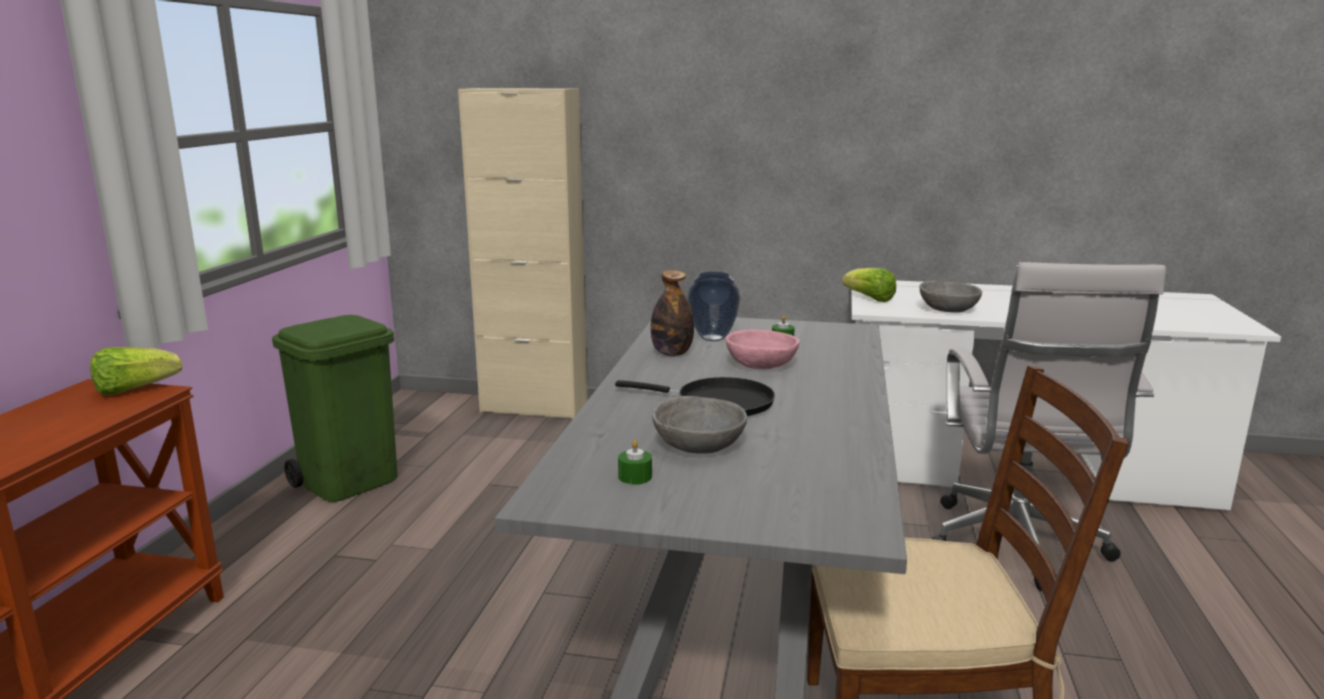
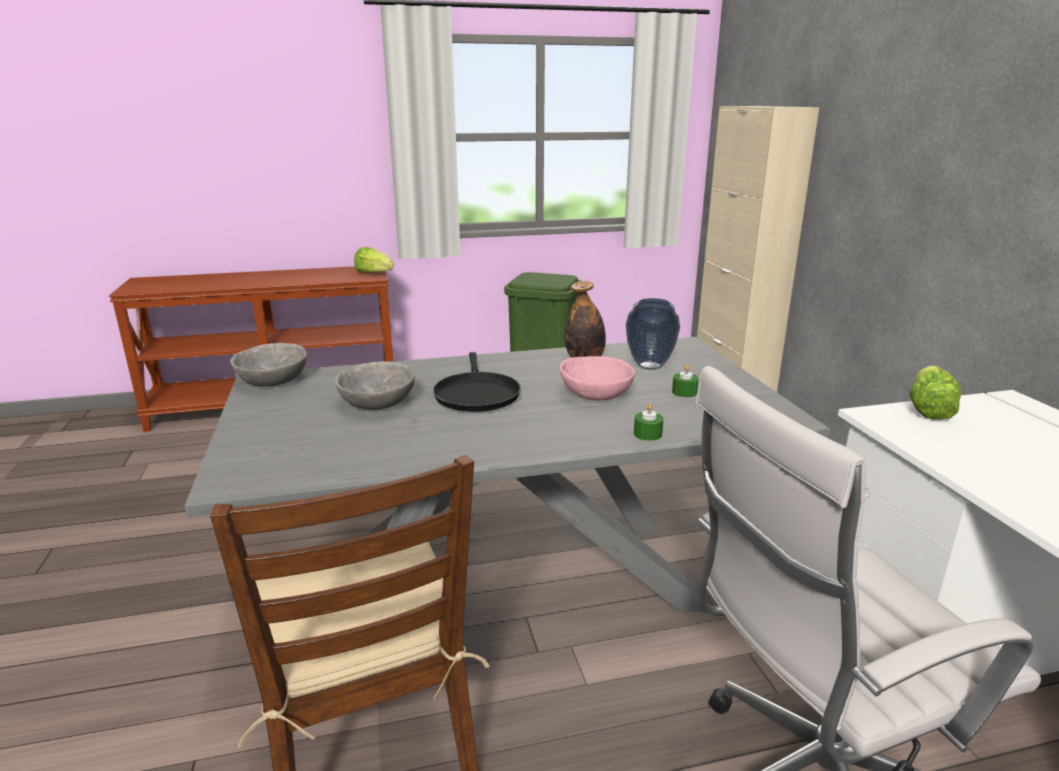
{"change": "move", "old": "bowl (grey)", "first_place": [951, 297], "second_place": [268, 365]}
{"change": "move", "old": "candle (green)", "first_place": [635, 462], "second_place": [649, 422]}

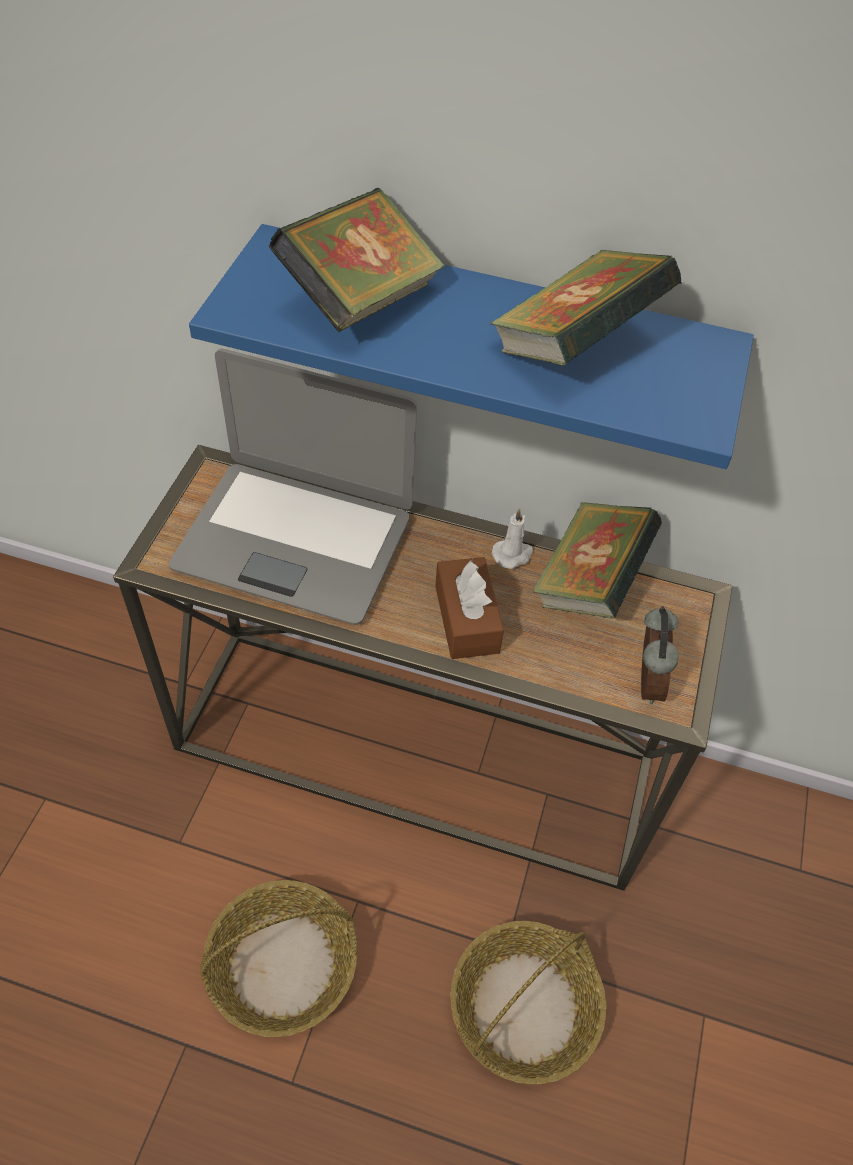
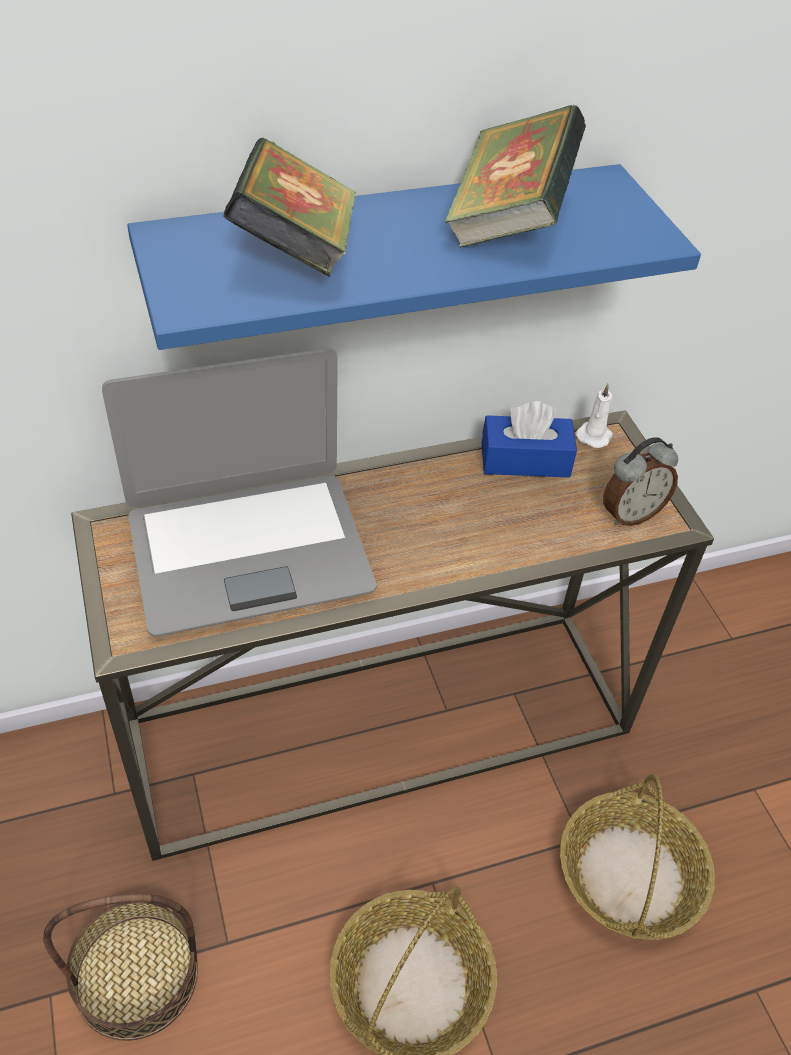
{"change": "replace", "old": "book", "new": "tissue box (blue)", "first_place": [597, 560], "second_place": [529, 439]}
{"change": "move", "old": "candle (white)", "first_place": [512, 538], "second_place": [594, 416]}
{"change": "delete", "old": "tissue box (brown)", "first_place": [469, 608]}
{"change": "rotate", "old": "alarm clock", "first_place": [660, 655], "second_place": [640, 481], "degrees": 90}
{"change": "insert", "new": "basket", "second_place": [120, 967]}

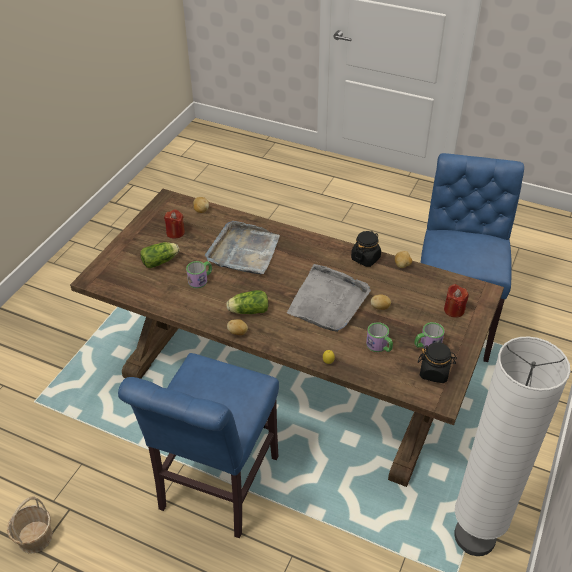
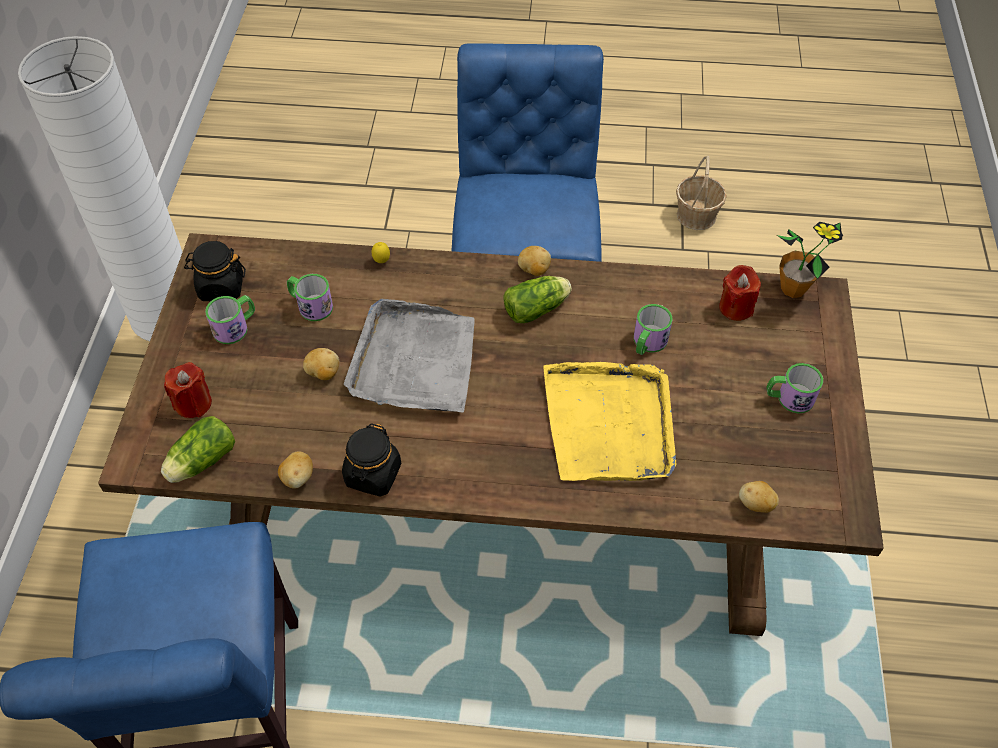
{"change": "move", "old": "candle (red)", "first_place": [174, 224], "second_place": [740, 293]}
{"change": "recolor", "old": "tray (grey)", "new": "tray (yellow)", "first_place": [242, 247], "second_place": [610, 421]}
{"change": "move", "old": "lettuce", "first_place": [159, 255], "second_place": [198, 449]}
{"change": "insert", "new": "potted plant", "second_place": [810, 259]}
{"change": "insert", "new": "mug", "second_place": [794, 388]}

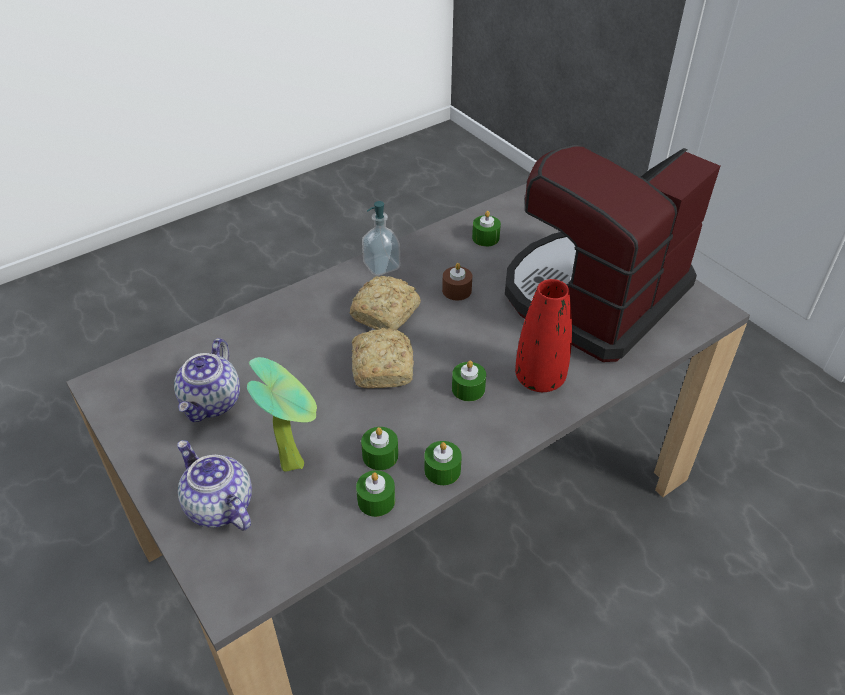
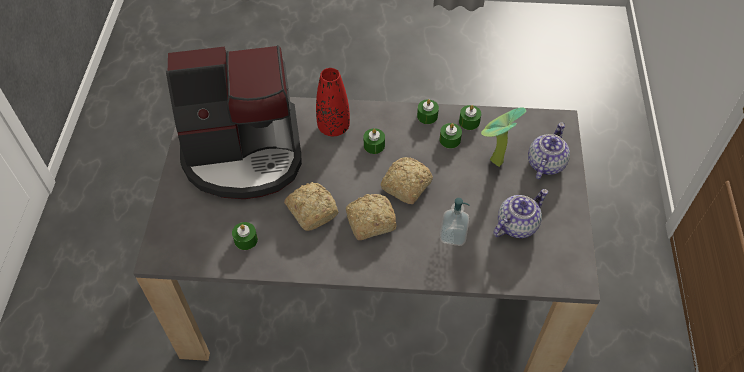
{"change": "move", "old": "soap dispenser", "first_place": [381, 238], "second_place": [455, 222]}
{"change": "replace", "old": "candle (brown)", "new": "bread", "first_place": [457, 281], "second_place": [311, 206]}
{"change": "rotate", "old": "teapot", "first_place": [214, 485], "second_place": [549, 151], "degrees": -150}

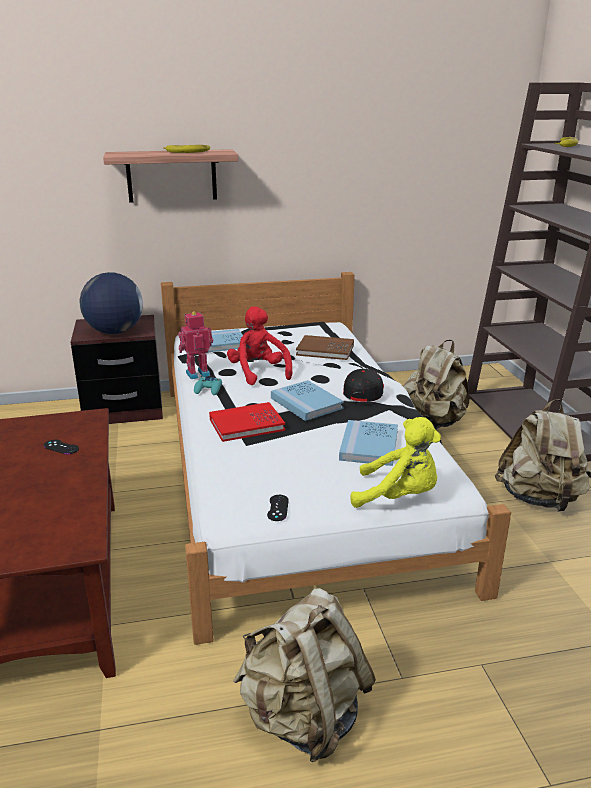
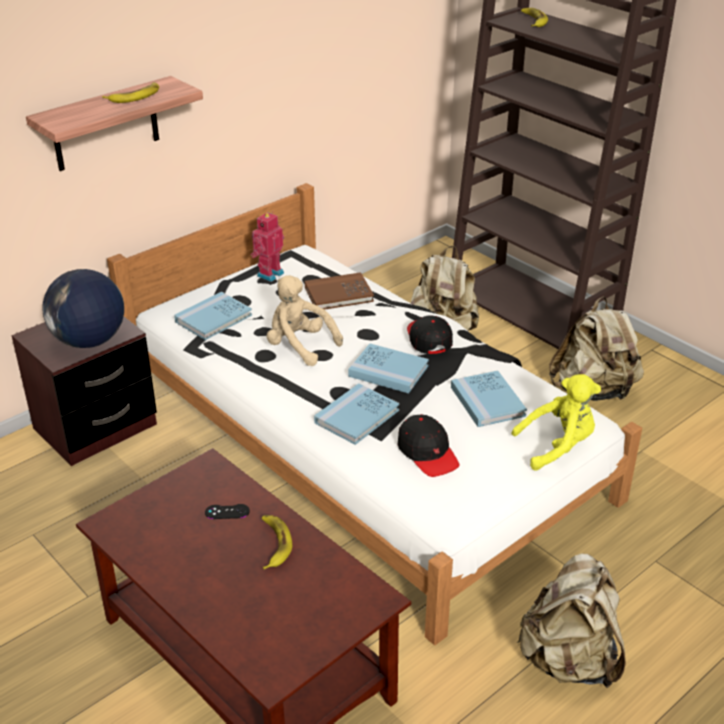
{"change": "recolor", "old": "plush toy (red)", "new": "plush toy (beige)", "first_place": [259, 345], "second_place": [305, 320]}
{"change": "move", "old": "toy robot", "first_place": [195, 345], "second_place": [267, 246]}
{"change": "delete", "old": "game controller (turquoise)", "first_place": [208, 385]}
{"change": "recolor", "old": "book (red)", "new": "book (blue)", "first_place": [247, 422], "second_place": [356, 414]}
{"change": "delete", "old": "game controller (black)", "first_place": [278, 508]}
{"change": "insert", "new": "cap (black)", "second_place": [428, 445]}
{"change": "insert", "new": "banana", "second_place": [277, 542]}

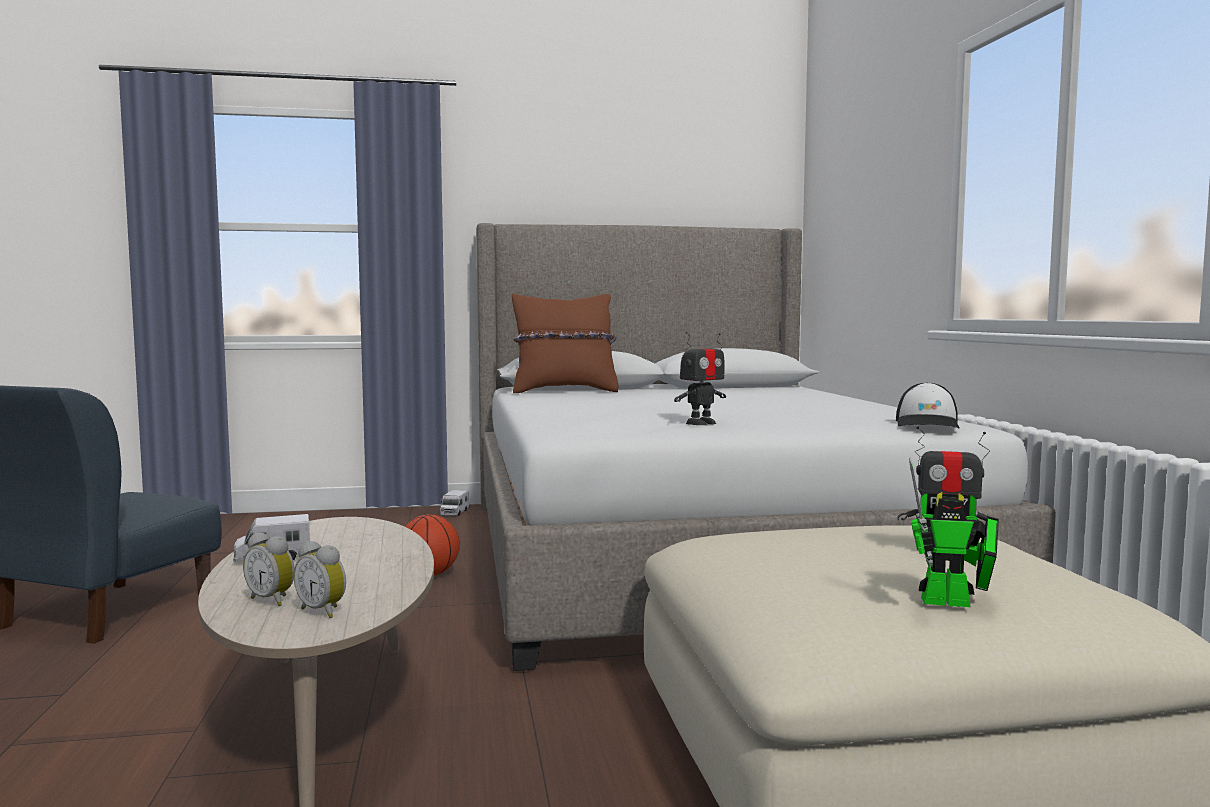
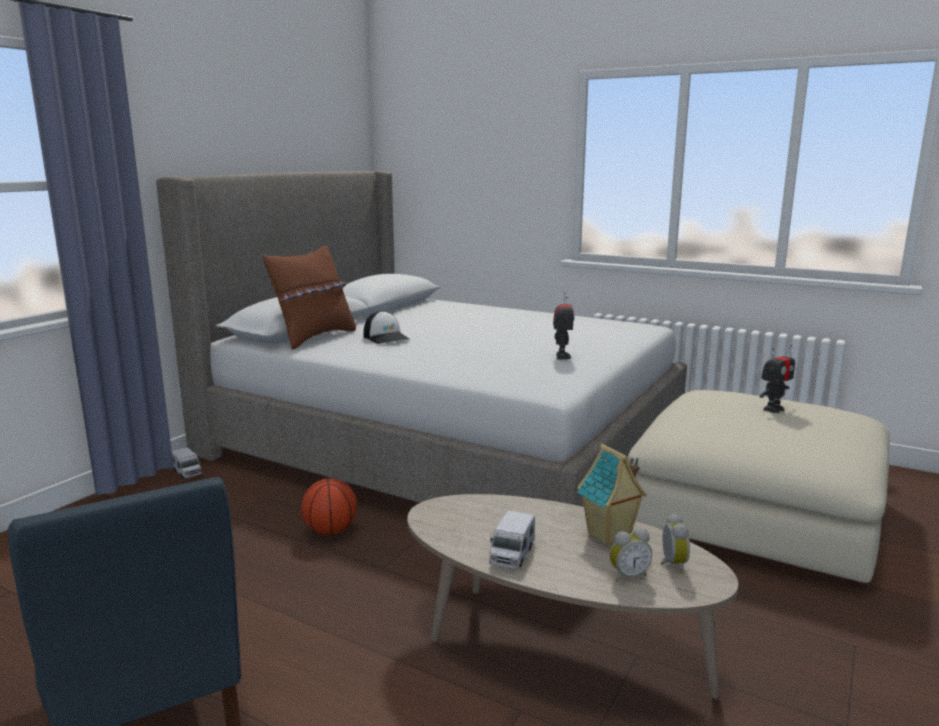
{"change": "move", "old": "cap", "first_place": [928, 405], "second_place": [386, 327]}
{"change": "delete", "old": "toy robot", "first_place": [954, 532]}
{"change": "rotate", "old": "alarm clock", "first_place": [320, 579], "second_place": [675, 543], "degrees": -75}
{"change": "insert", "new": "toy house", "second_place": [612, 495]}

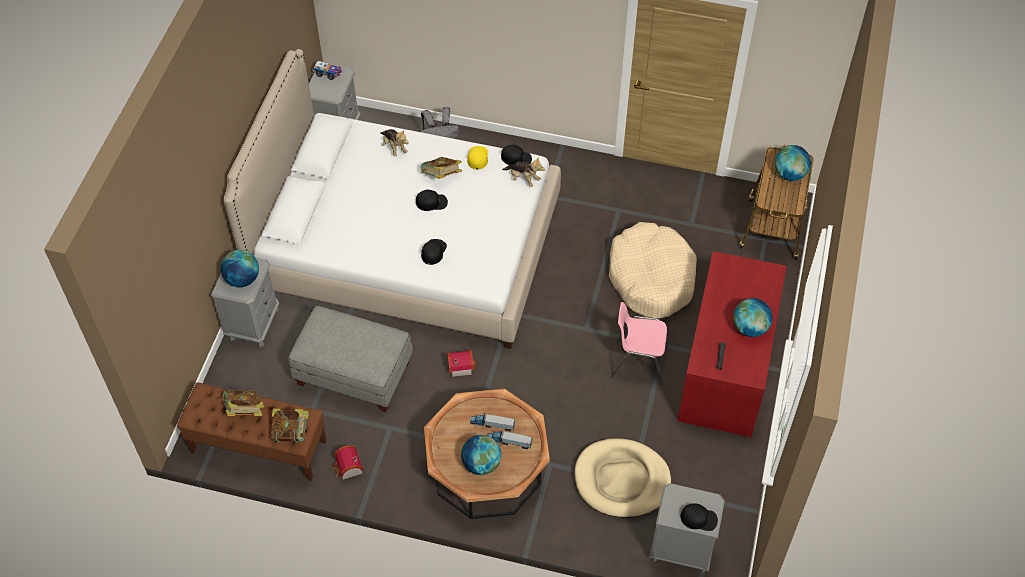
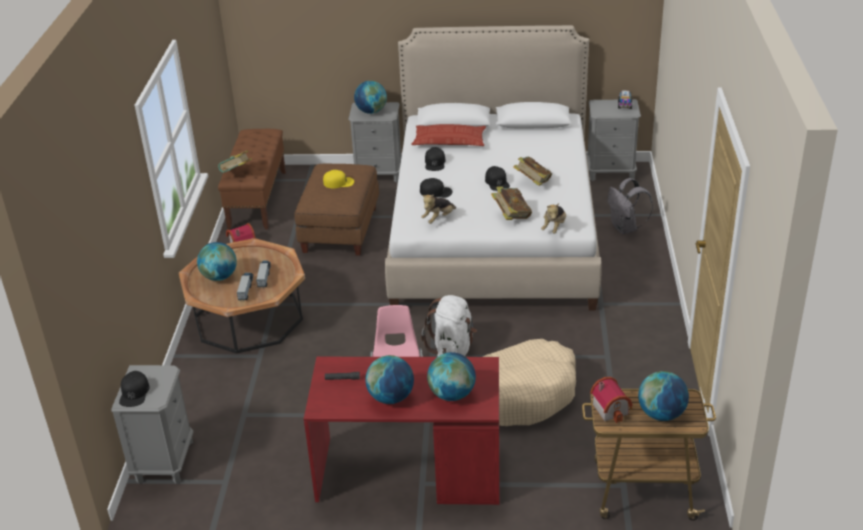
{"change": "move", "old": "plush toy", "first_place": [394, 143], "second_place": [438, 209]}
{"change": "move", "old": "cap (black)", "first_place": [516, 155], "second_place": [435, 159]}
{"change": "move", "old": "cap (yellow)", "first_place": [477, 158], "second_place": [338, 179]}
{"change": "recolor", "old": "ottoman (grey)", "new": "ottoman (brown)", "first_place": [350, 359], "second_place": [336, 210]}
{"change": "move", "old": "toy house", "first_place": [461, 363], "second_place": [611, 400]}
{"change": "move", "old": "book", "first_place": [242, 403], "second_place": [511, 203]}
{"change": "delete", "old": "dog bed (beige)", "first_place": [623, 478]}
{"change": "insert", "new": "pillow", "second_place": [448, 135]}
{"change": "insert", "new": "backpack (white)", "second_place": [449, 326]}
{"change": "insert", "new": "globe", "second_place": [451, 376]}

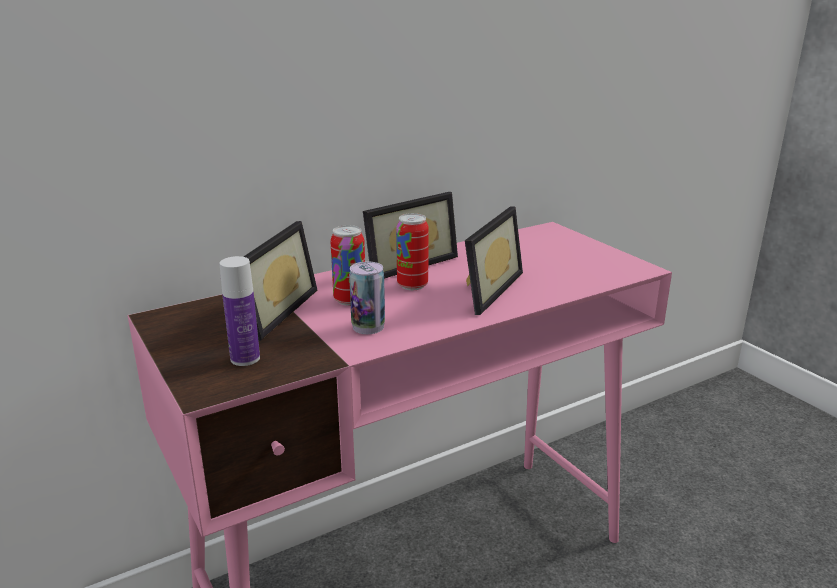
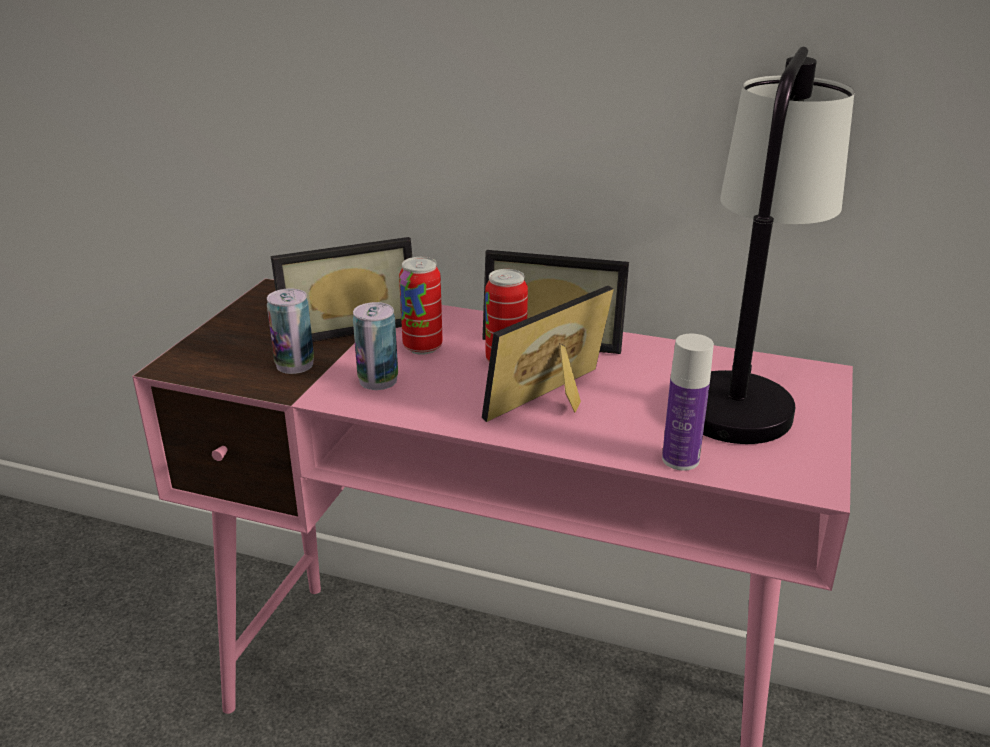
{"change": "rotate", "old": "picture frame", "first_place": [494, 260], "second_place": [548, 354], "degrees": 150}
{"change": "move", "old": "bottle", "first_place": [239, 311], "second_place": [688, 402]}
{"change": "insert", "new": "table lamp", "second_place": [779, 245]}
{"change": "insert", "new": "can", "second_place": [290, 331]}

